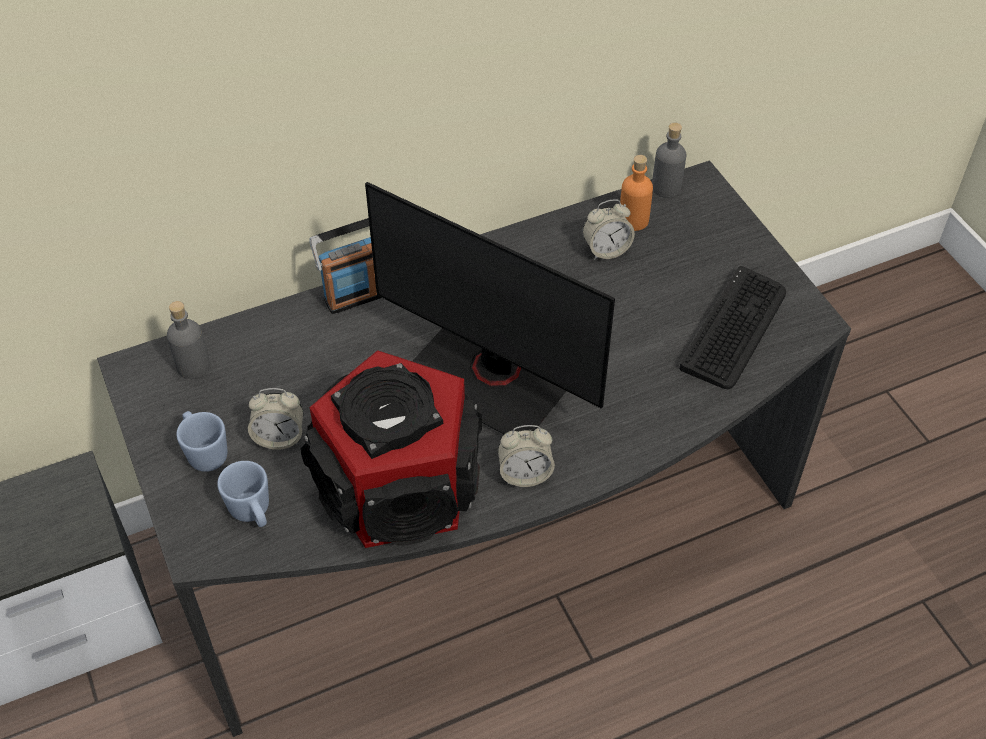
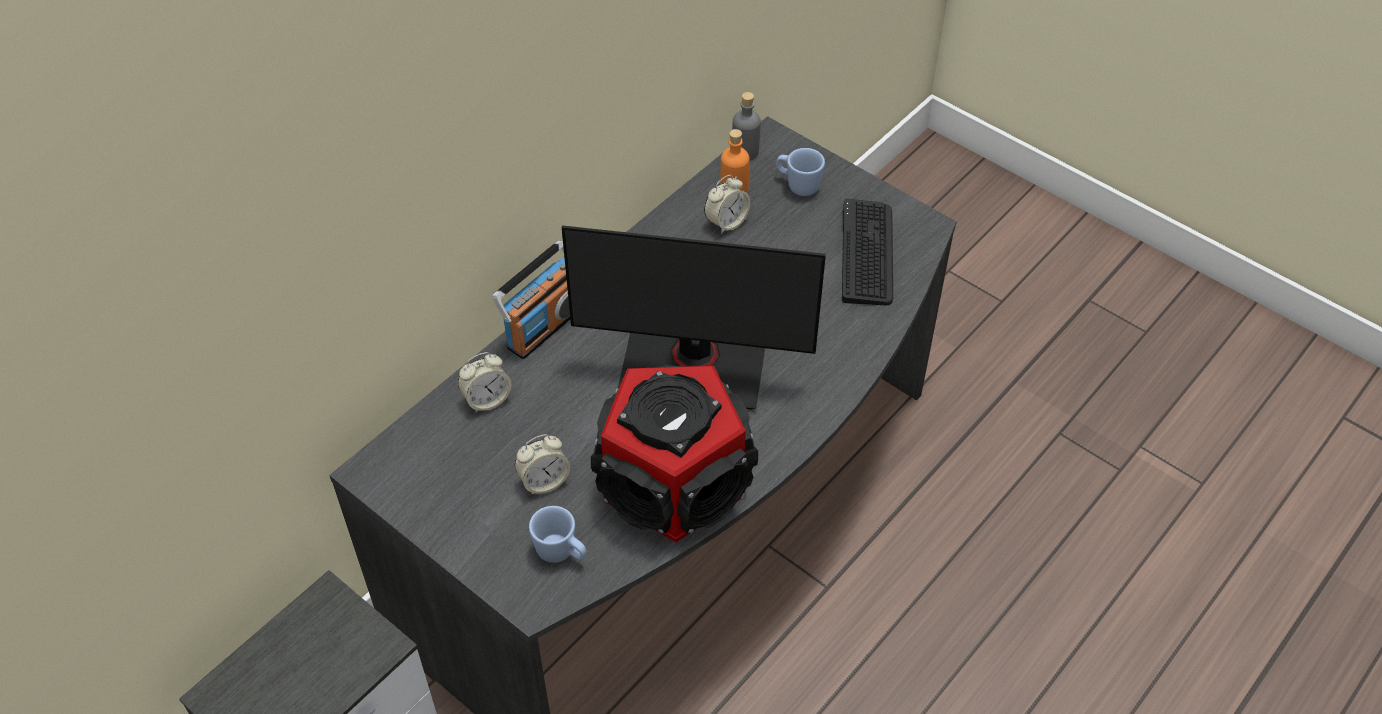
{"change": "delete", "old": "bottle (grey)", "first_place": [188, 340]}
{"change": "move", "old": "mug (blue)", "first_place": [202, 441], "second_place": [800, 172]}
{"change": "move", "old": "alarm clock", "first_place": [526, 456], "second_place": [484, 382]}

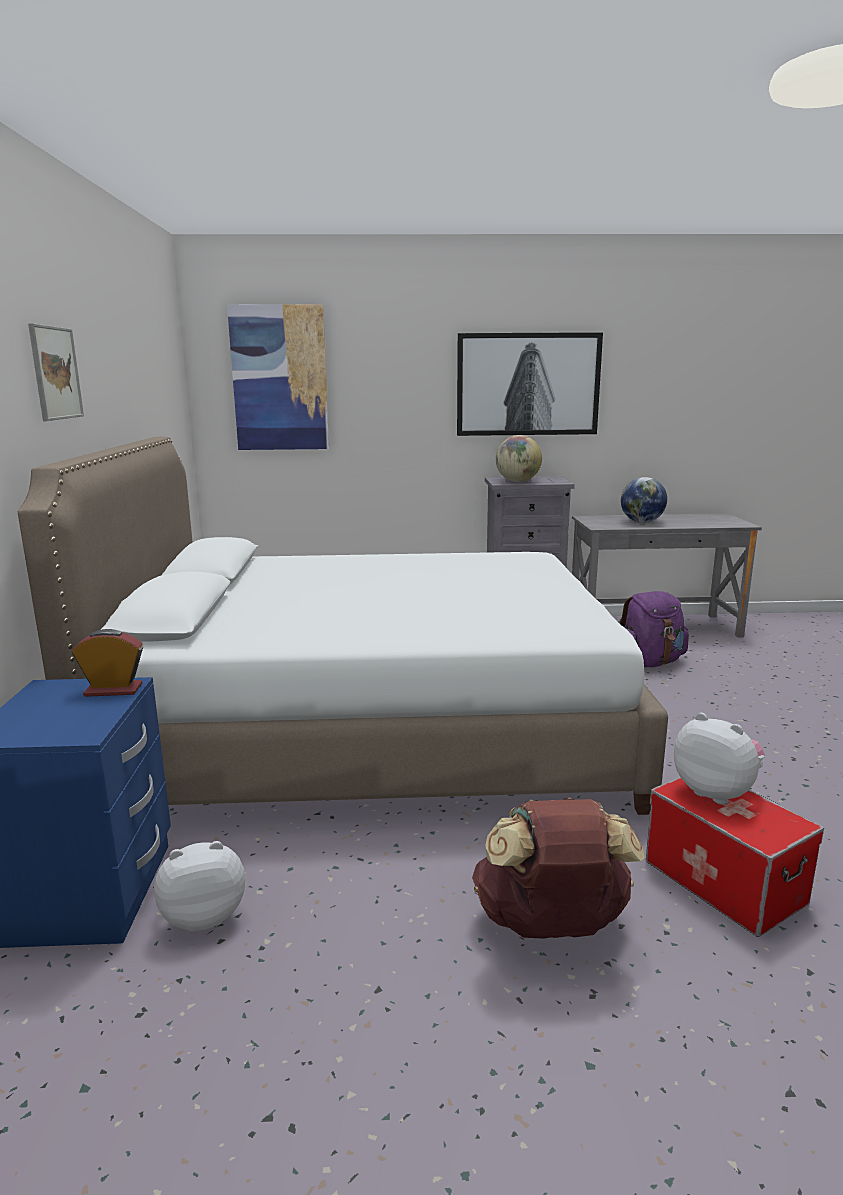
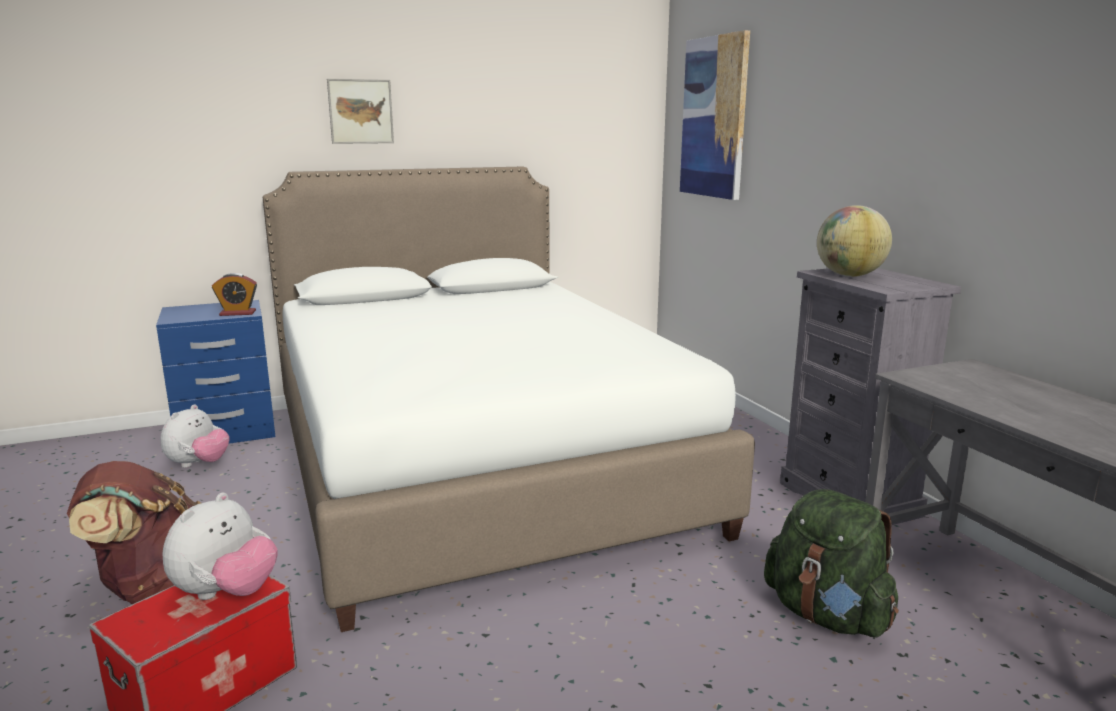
{"change": "delete", "old": "picture", "first_place": [530, 384]}
{"change": "delete", "old": "globe", "first_place": [644, 500]}
{"change": "recolor", "old": "backpack (purple)", "new": "backpack (green)", "first_place": [653, 629], "second_place": [831, 563]}
{"change": "rotate", "old": "alarm clock", "first_place": [107, 663], "second_place": [234, 294], "degrees": 105}
{"change": "rotate", "old": "plush toy", "first_place": [199, 886], "second_place": [195, 436], "degrees": 60}

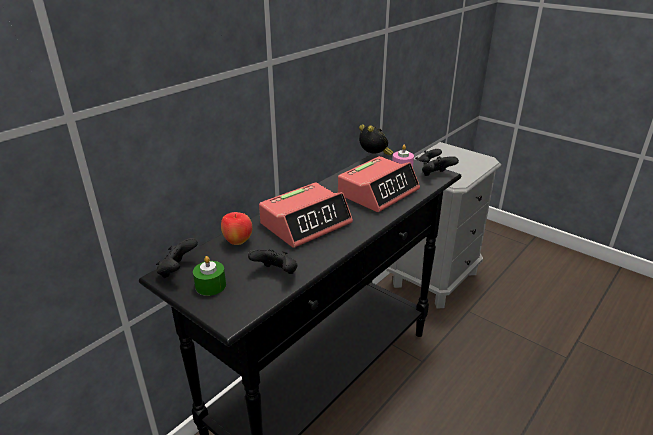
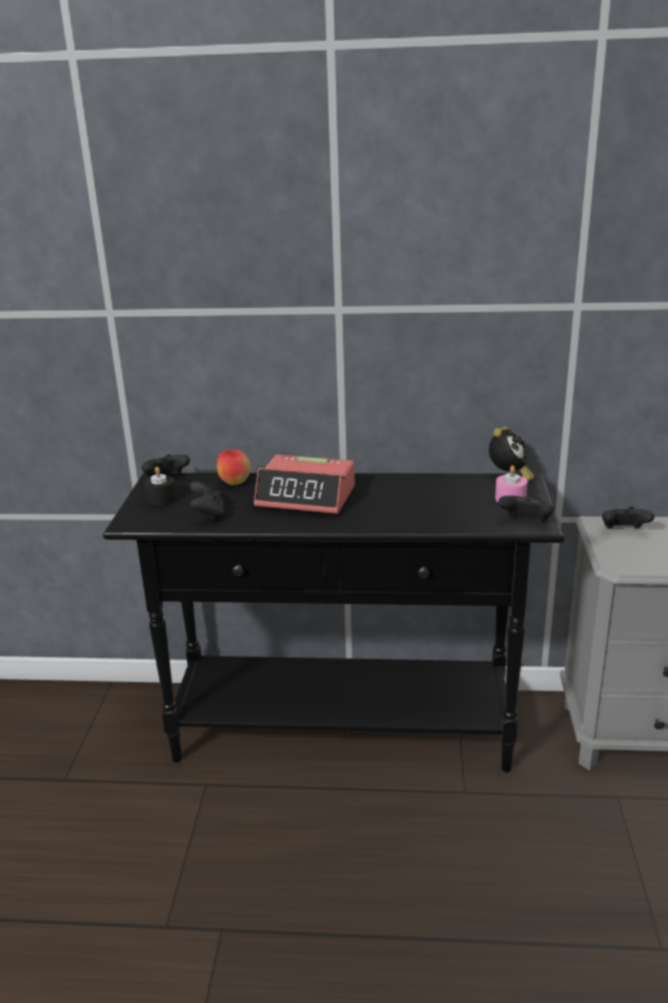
{"change": "delete", "old": "alarm clock", "first_place": [379, 184]}
{"change": "recolor", "old": "candle (green)", "new": "candle (black)", "first_place": [209, 276], "second_place": [160, 486]}

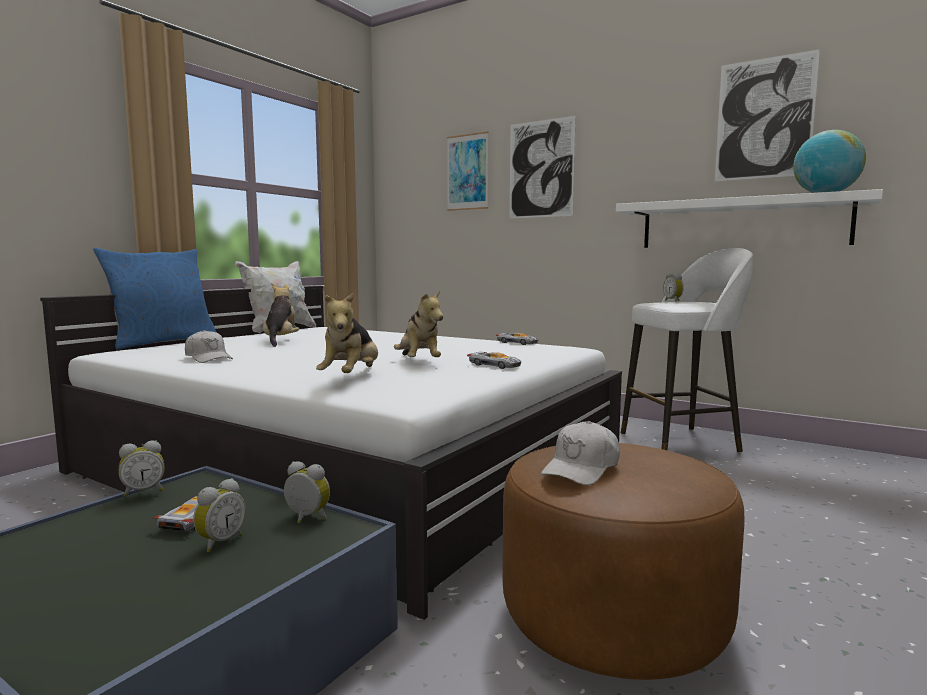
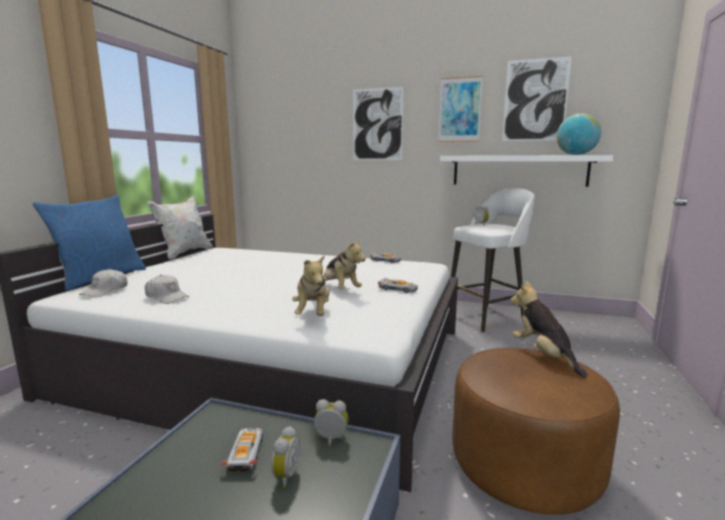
{"change": "move", "old": "picture", "first_place": [468, 171], "second_place": [460, 109]}
{"change": "move", "old": "plush toy", "first_place": [281, 315], "second_place": [548, 329]}
{"change": "move", "old": "cap (white)", "first_place": [580, 453], "second_place": [103, 283]}
{"change": "delete", "old": "alarm clock", "first_place": [141, 468]}

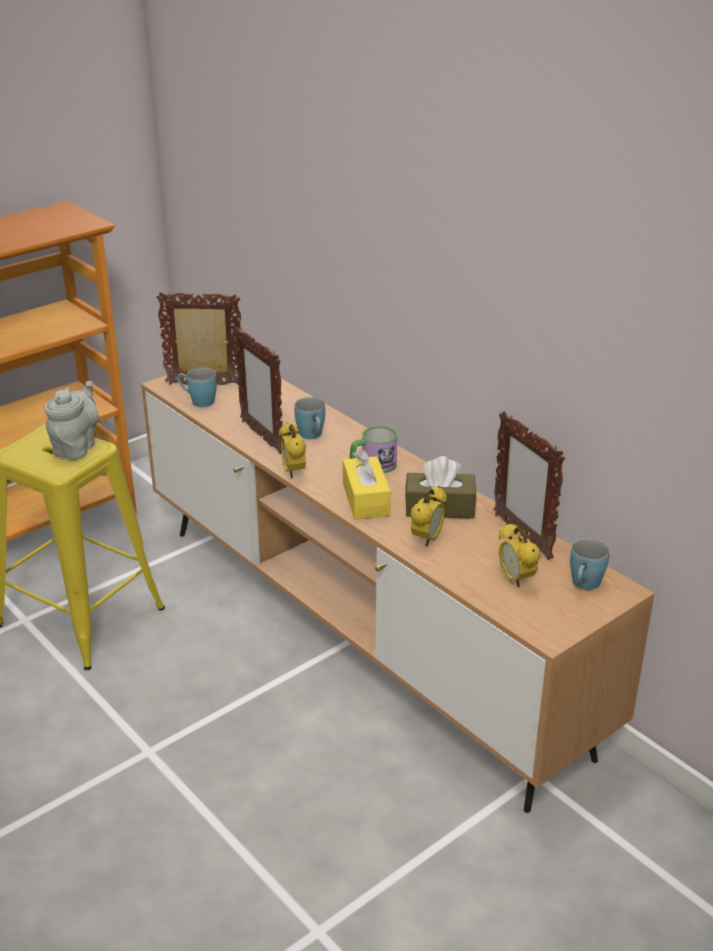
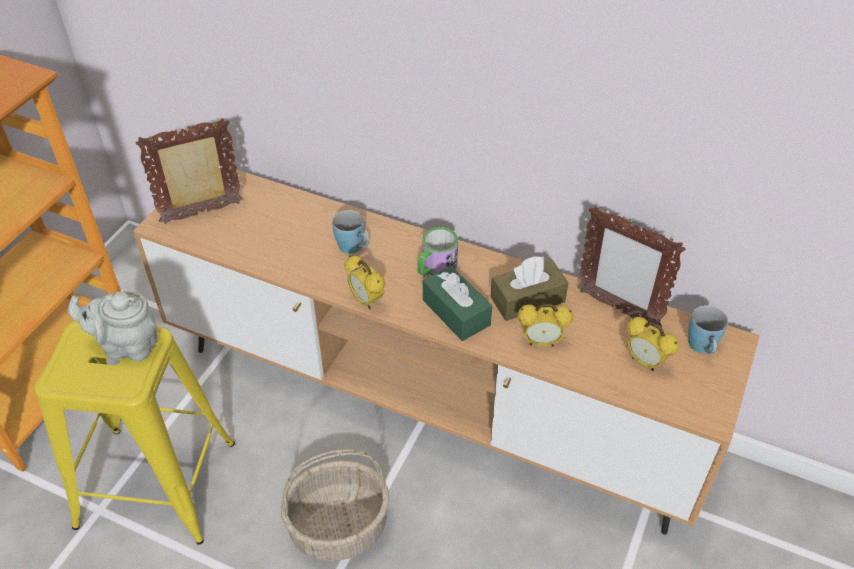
{"change": "delete", "old": "picture frame", "first_place": [258, 390]}
{"change": "delete", "old": "mug (blue)", "first_place": [197, 387]}
{"change": "rotate", "old": "teapot (grey)", "first_place": [71, 420], "second_place": [113, 326], "degrees": -75}
{"change": "recolor", "old": "tissue box (yellow)", "new": "tissue box (green)", "first_place": [367, 484], "second_place": [457, 303]}
{"change": "rotate", "old": "alarm clock", "first_place": [428, 516], "second_place": [545, 325], "degrees": 90}
{"change": "insert", "new": "basket", "second_place": [335, 505]}

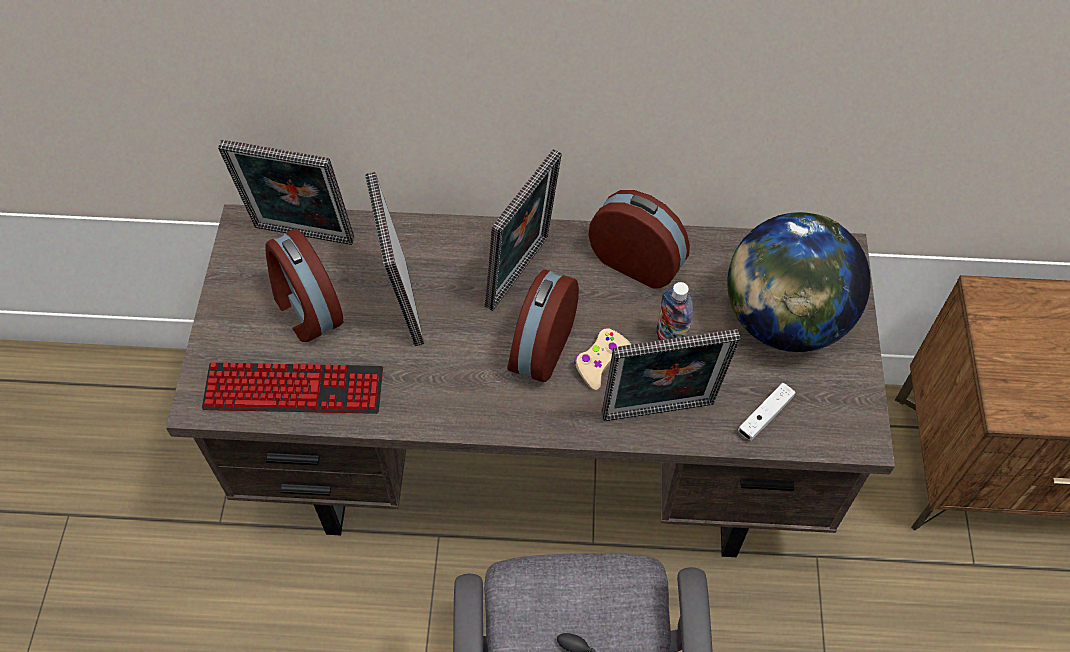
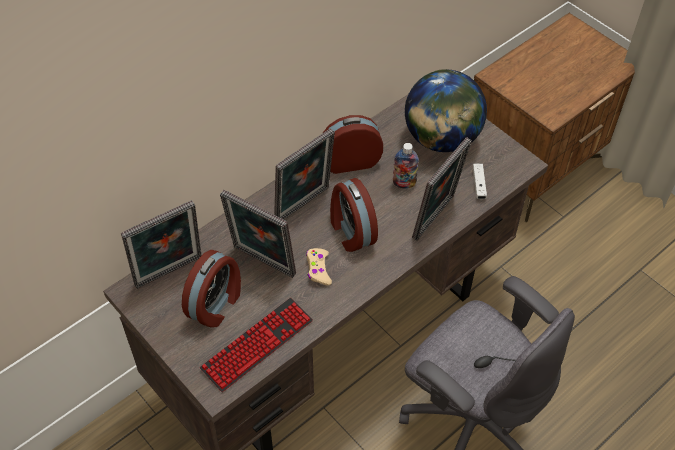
{"change": "rotate", "old": "picture frame", "first_place": [523, 230], "second_place": [304, 174], "degrees": 60}
{"change": "rotate", "old": "alarm clock", "first_place": [304, 285], "second_place": [211, 289], "degrees": -75}
{"change": "move", "old": "game controller (beige)", "first_place": [602, 359], "second_place": [319, 267]}

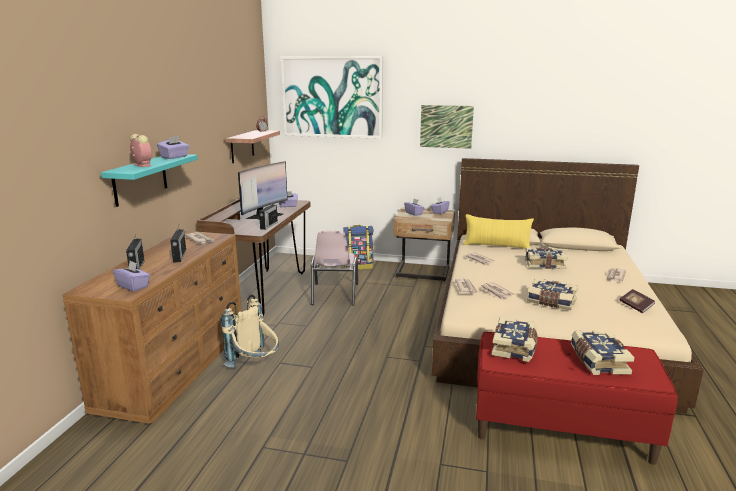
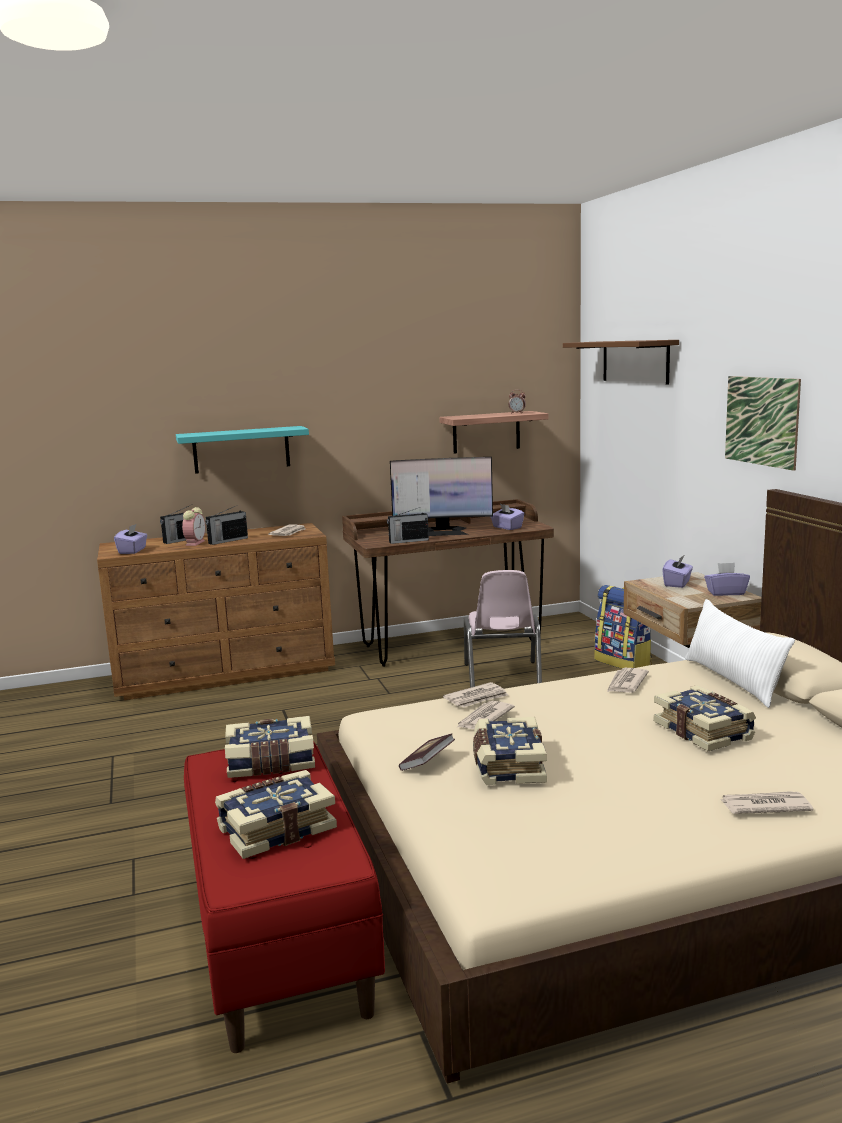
{"change": "replace", "old": "picture", "new": "shelf (brown)", "first_place": [332, 97], "second_place": [621, 362]}
{"change": "move", "old": "alarm clock", "first_place": [141, 150], "second_place": [193, 526]}
{"change": "delete", "old": "tissue box (purple)", "first_place": [173, 147]}
{"change": "recolor", "old": "pillow (yellow)", "new": "pillow (white)", "first_place": [498, 231], "second_place": [740, 653]}
{"change": "rotate", "old": "chair (pink)", "first_place": [334, 268], "second_place": [503, 629], "degrees": -60}
{"change": "move", "old": "book", "first_place": [637, 301], "second_place": [427, 752]}
{"change": "delete", "old": "backpack (beige)", "first_place": [250, 331]}

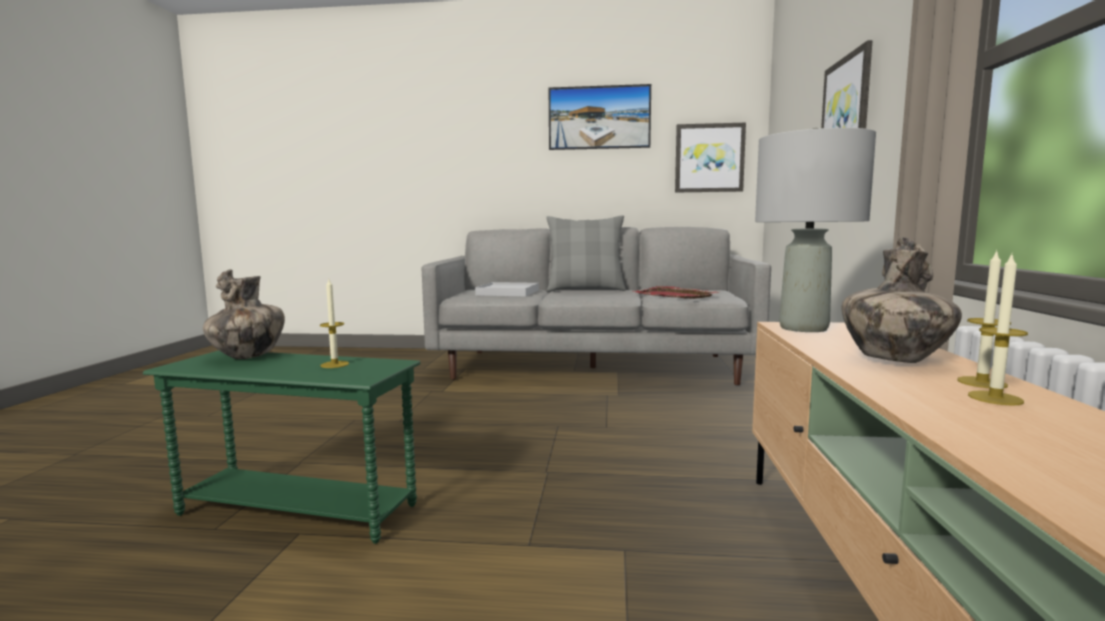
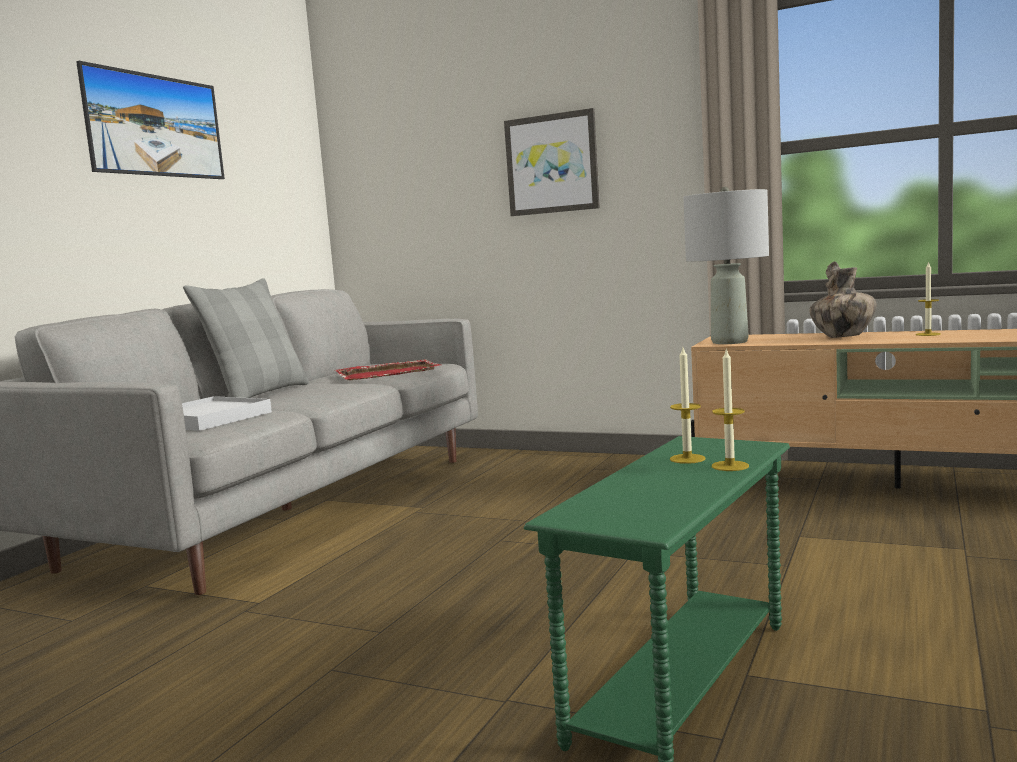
{"change": "delete", "old": "picture", "first_place": [710, 158]}
{"change": "move", "old": "candle", "first_place": [984, 319], "second_place": [730, 410]}
{"change": "delete", "old": "vase", "first_place": [244, 314]}

